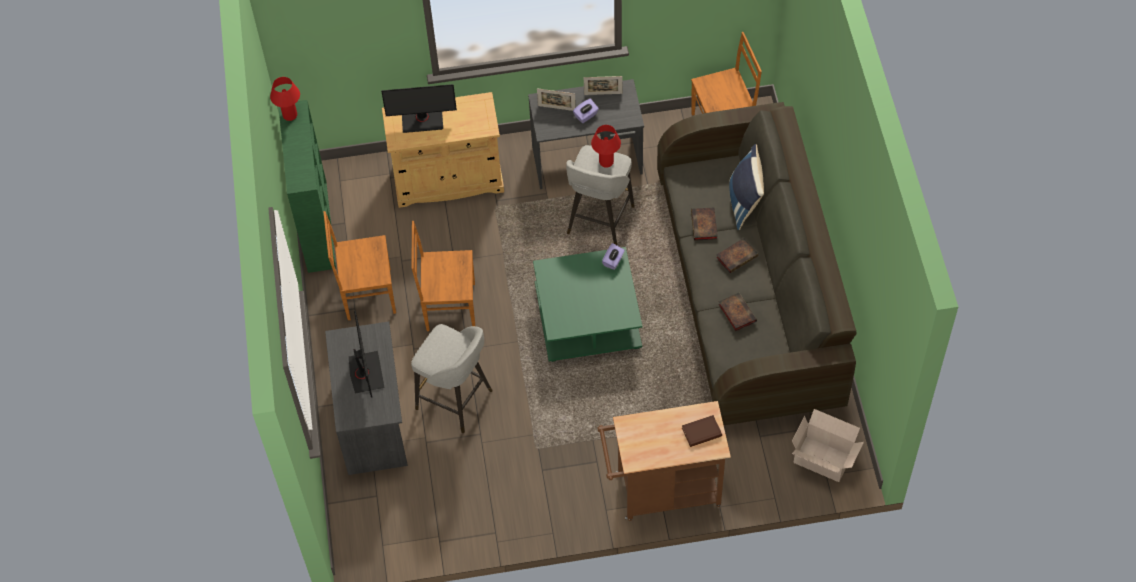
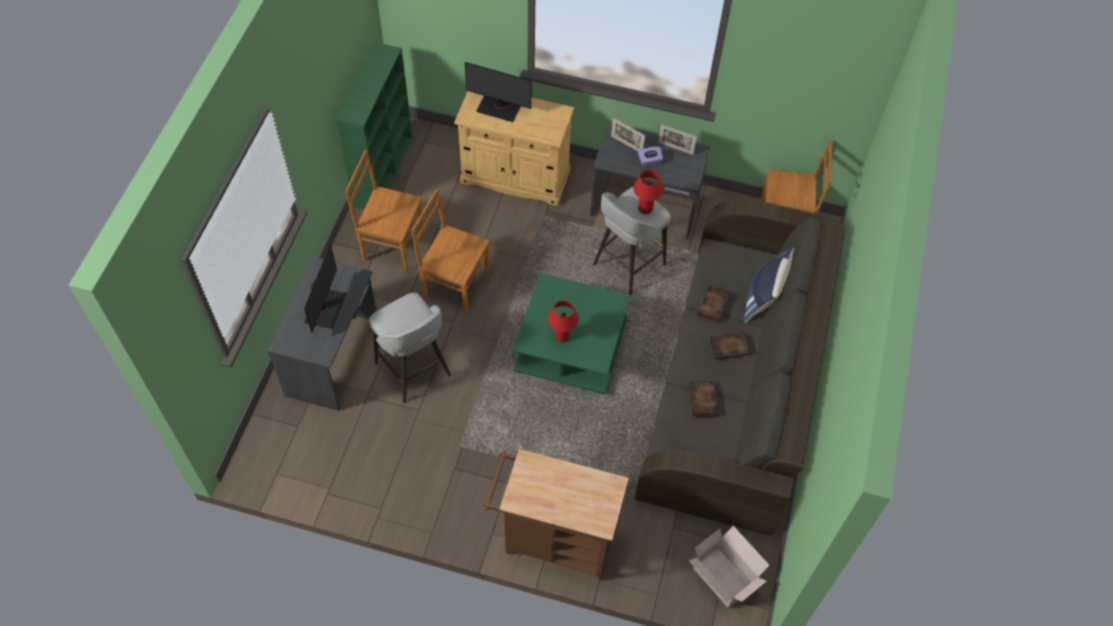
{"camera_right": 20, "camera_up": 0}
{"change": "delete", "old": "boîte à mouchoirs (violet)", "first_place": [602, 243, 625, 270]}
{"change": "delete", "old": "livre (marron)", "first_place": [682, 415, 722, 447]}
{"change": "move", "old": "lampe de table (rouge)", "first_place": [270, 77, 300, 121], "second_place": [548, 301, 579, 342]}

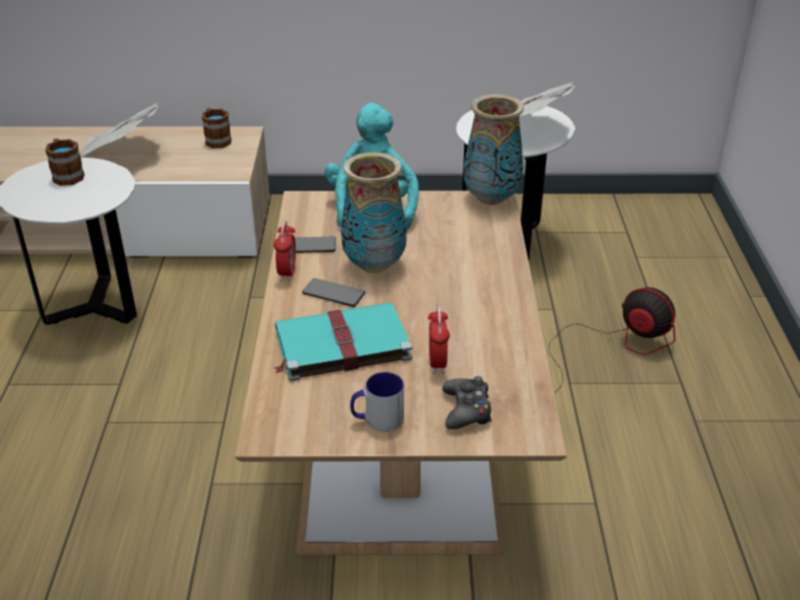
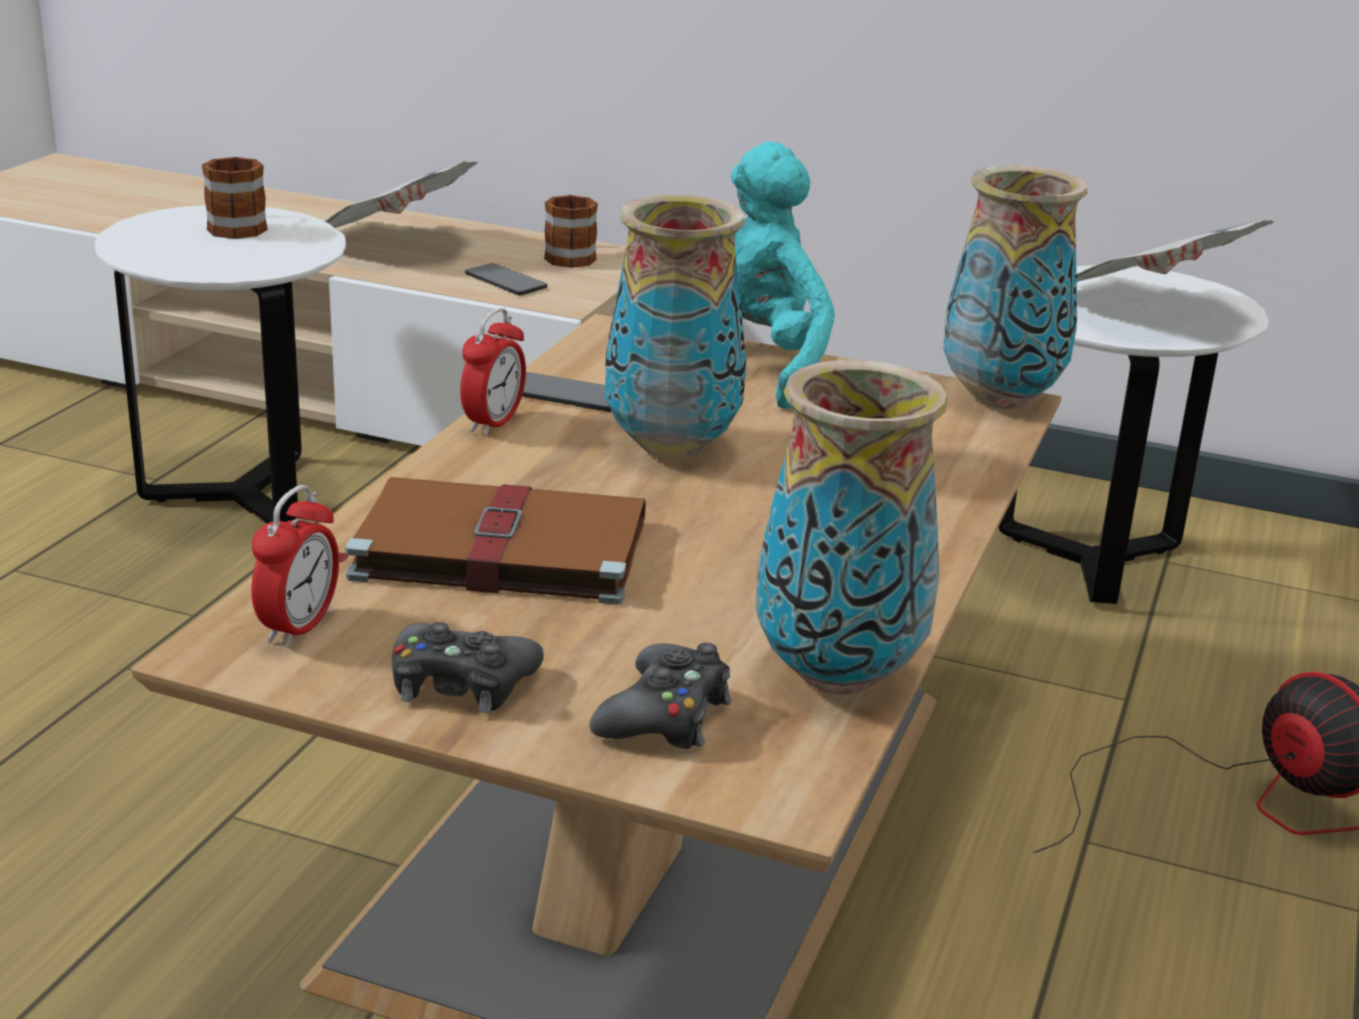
{"camera_right": 20, "camera_up": -10}
{"change": "insert", "new": "vase", "second_place": [756, 360, 948, 695]}
{"change": "move", "old": "téléphone", "first_place": [302, 278, 365, 307], "second_place": [465, 263, 548, 296]}
{"change": "move", "old": "réveil", "first_place": [428, 306, 450, 373], "second_place": [251, 485, 339, 647]}
{"change": "replace", "old": "mug", "new": "manette (noir)", "first_place": [350, 372, 404, 432], "second_place": [392, 622, 544, 713]}
{"change": "recolor", "old": "livre (turquoise)", "new": "livre (marron)", "first_place": [274, 302, 412, 381], "second_place": [339, 477, 646, 605]}

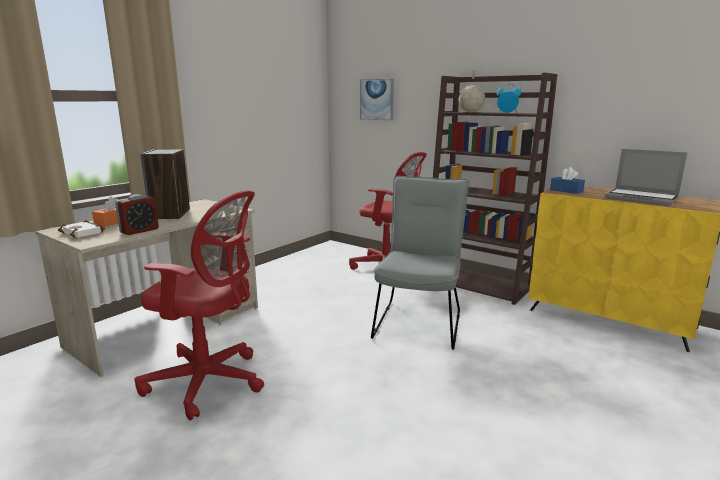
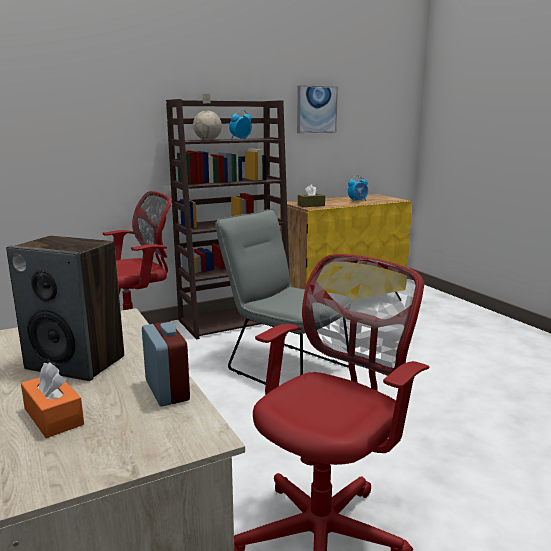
{"camera_right": -65, "camera_up": 0}
{"change": "delete", "old": "livre (blanc)", "first_place": [58, 220, 105, 238]}
{"change": "move", "old": "tableau", "first_place": [360, 79, 394, 120], "second_place": [297, 85, 338, 133]}
{"change": "replace", "old": "ordinateur portable", "new": "réveil", "first_place": [605, 149, 687, 206], "second_place": [348, 175, 368, 202]}
{"change": "recolor", "old": "boîte à mouchoirs (bleu)", "new": "boîte à mouchoirs (marron)", "first_place": [550, 167, 585, 194], "second_place": [298, 185, 325, 207]}

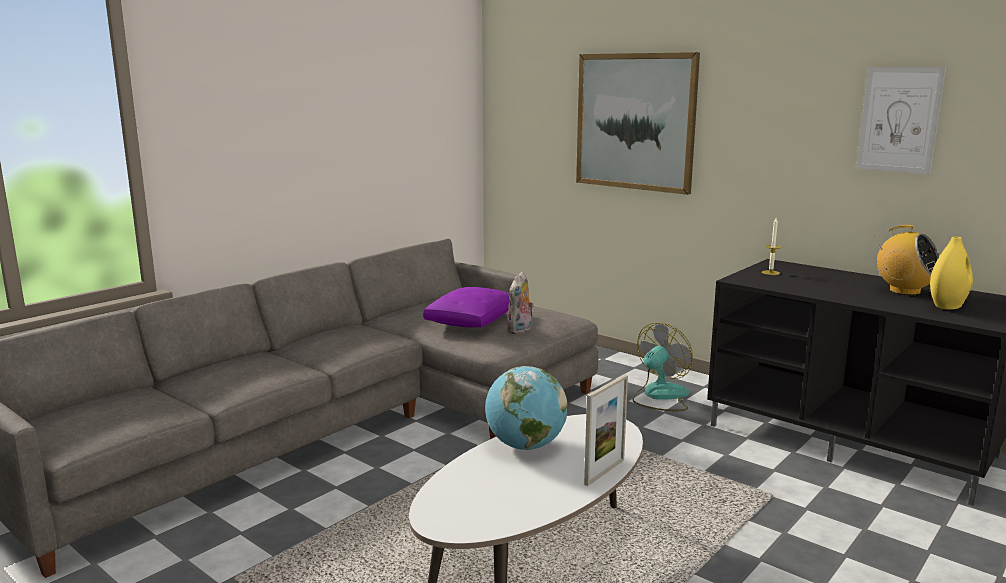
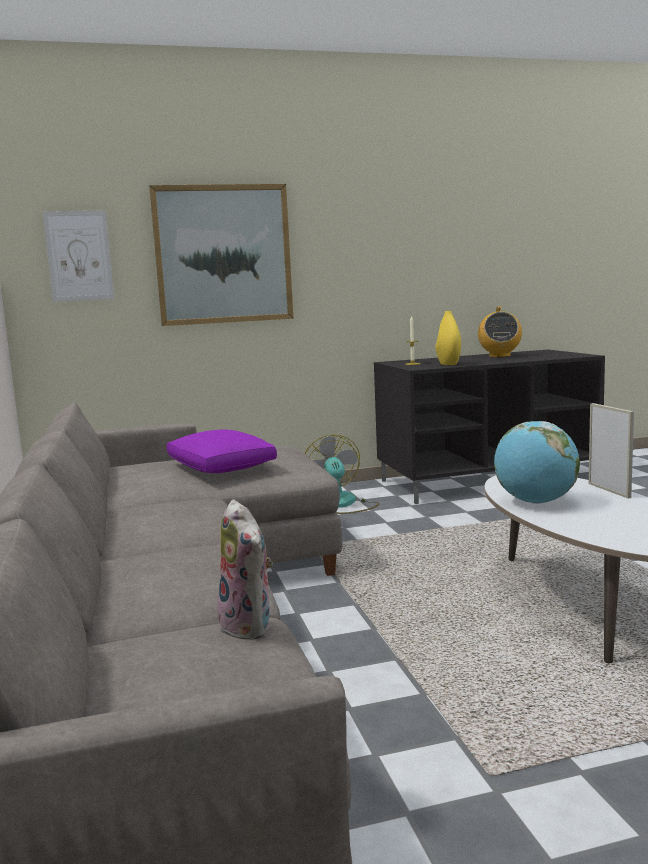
{"camera_right": -55, "camera_up": -5}
{"change": "move", "old": "peluche", "first_place": [507, 272, 534, 334], "second_place": [217, 500, 273, 639]}
{"change": "move", "old": "tableau", "first_place": [856, 67, 946, 174], "second_place": [43, 210, 114, 302]}
{"change": "move", "old": "vase (jaune)", "first_place": [930, 237, 973, 310], "second_place": [435, 311, 461, 365]}
{"change": "rotate", "old": "radio", "first_place": [875, 225, 940, 295], "second_place": [478, 306, 522, 358], "degrees": 105}

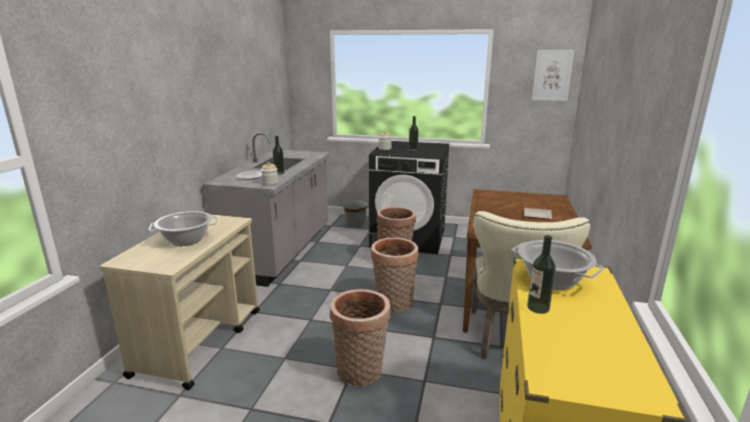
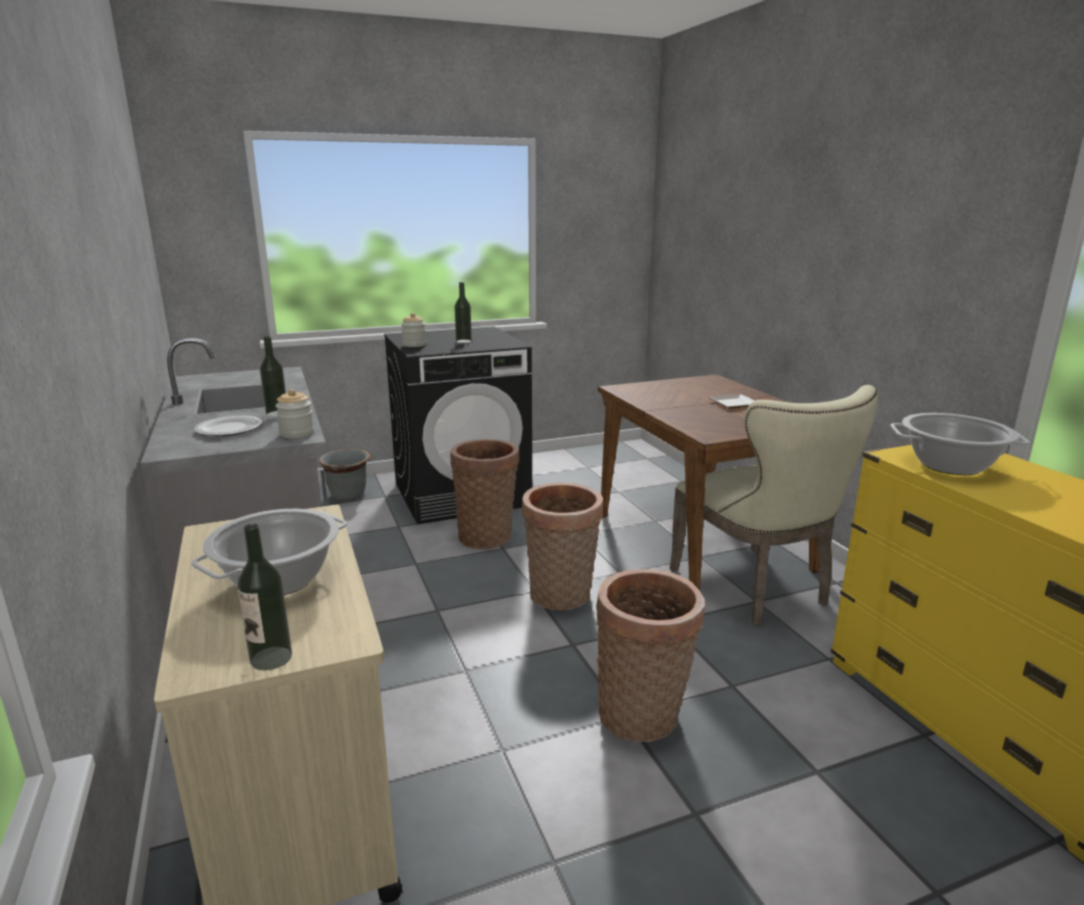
{"camera_right": -35, "camera_up": 0}
{"change": "delete", "old": "tableau", "first_place": [532, 50, 574, 101]}
{"change": "move", "old": "bouteille", "first_place": [527, 235, 556, 314], "second_place": [237, 524, 292, 671]}

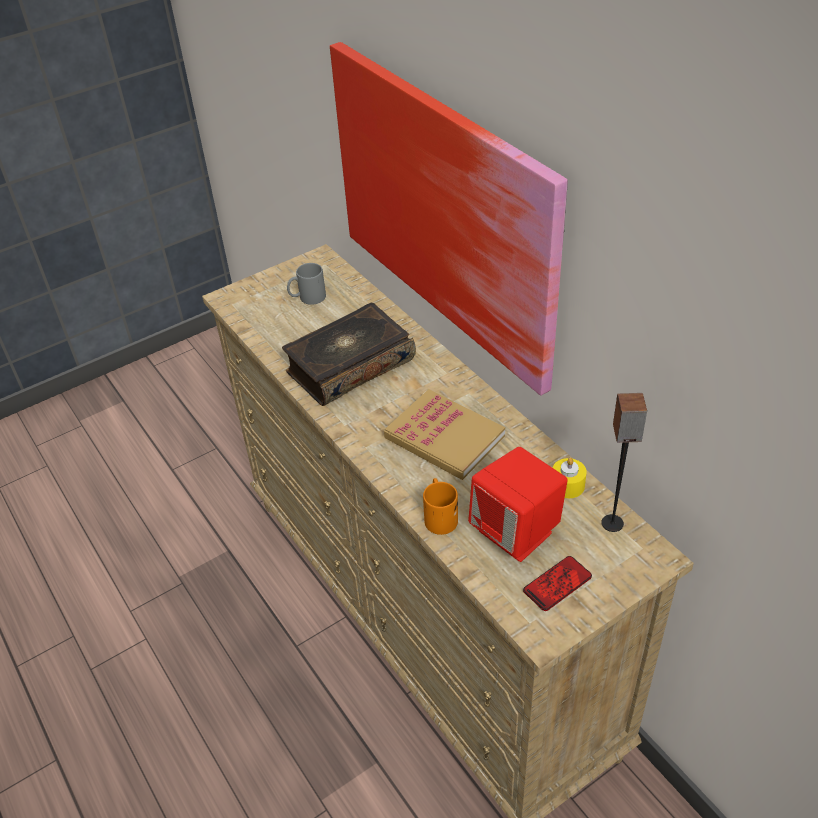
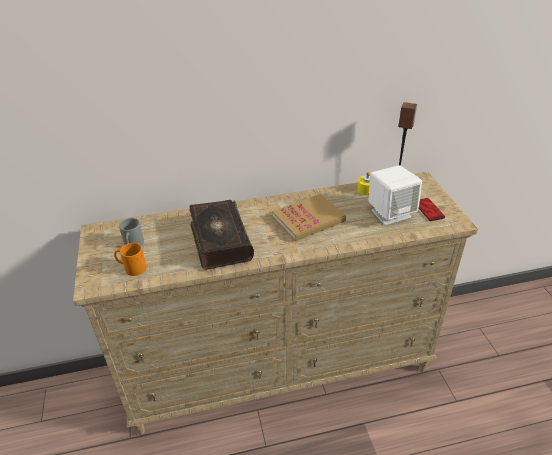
{"camera_right": -70, "camera_up": -5}
{"change": "delete", "old": "tableau", "first_place": [330, 42, 568, 395]}
{"change": "move", "old": "mug (orange)", "first_place": [423, 478, 458, 535], "second_place": [114, 243, 147, 276]}
{"change": "recolor", "old": "enceinte (rouge)", "new": "enceinte (blanc)", "first_place": [468, 447, 568, 562], "second_place": [369, 165, 422, 225]}

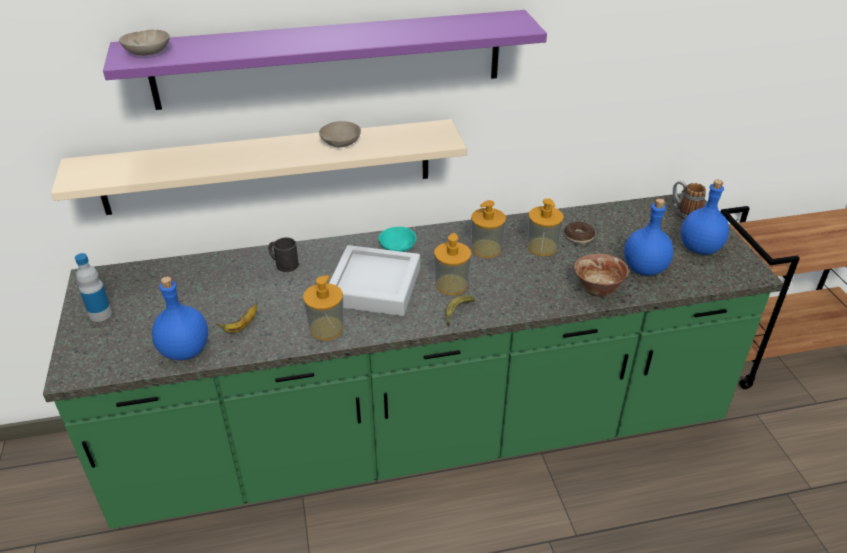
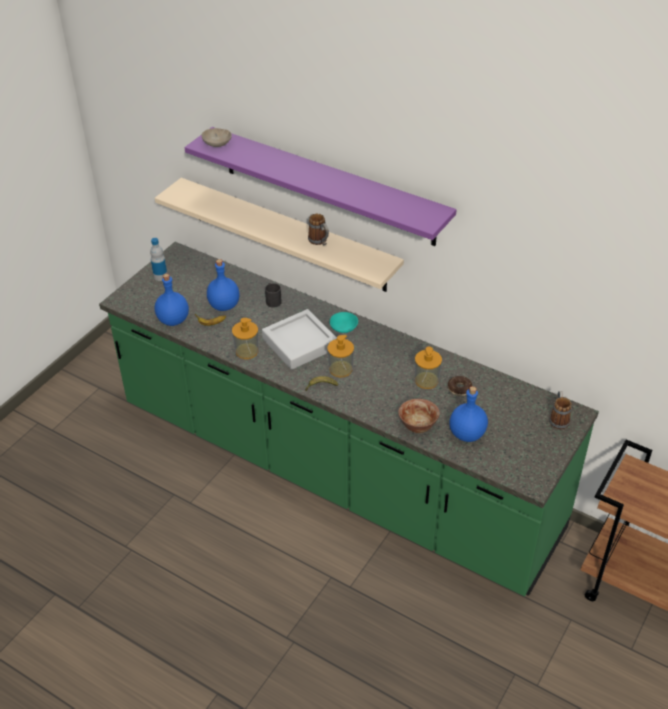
{"camera_right": 45, "camera_up": 5}
{"change": "delete", "old": "distributeur de savon", "first_place": [471, 200, 506, 258]}
{"change": "move", "old": "bouteille (bleu)", "first_place": [681, 180, 729, 255], "second_place": [207, 259, 240, 311]}
{"change": "replace", "old": "bol (beige)", "new": "mug", "first_place": [319, 121, 361, 148], "second_place": [308, 213, 329, 245]}

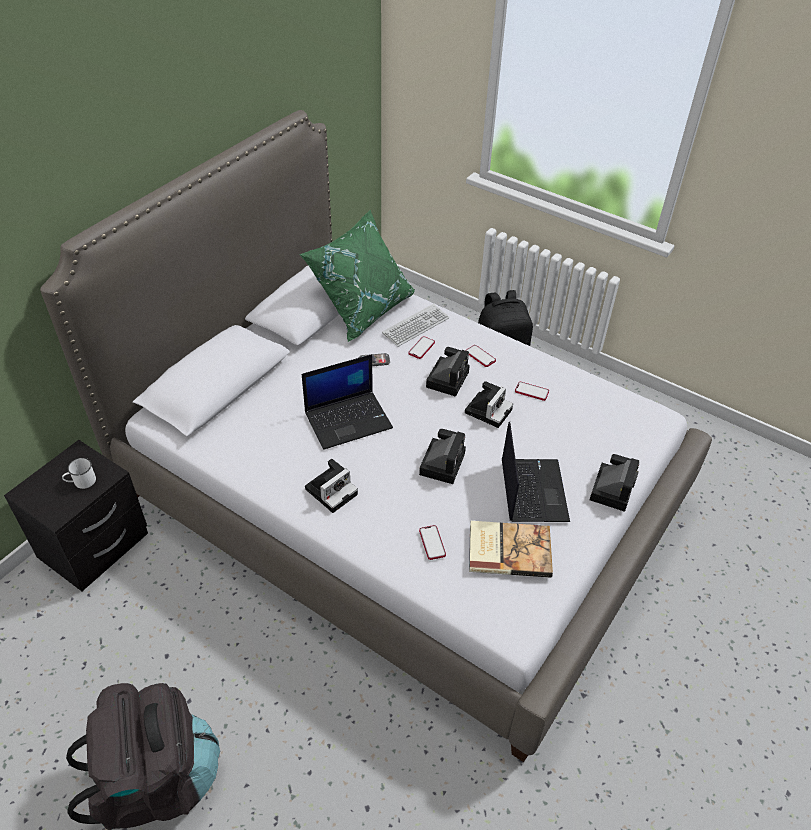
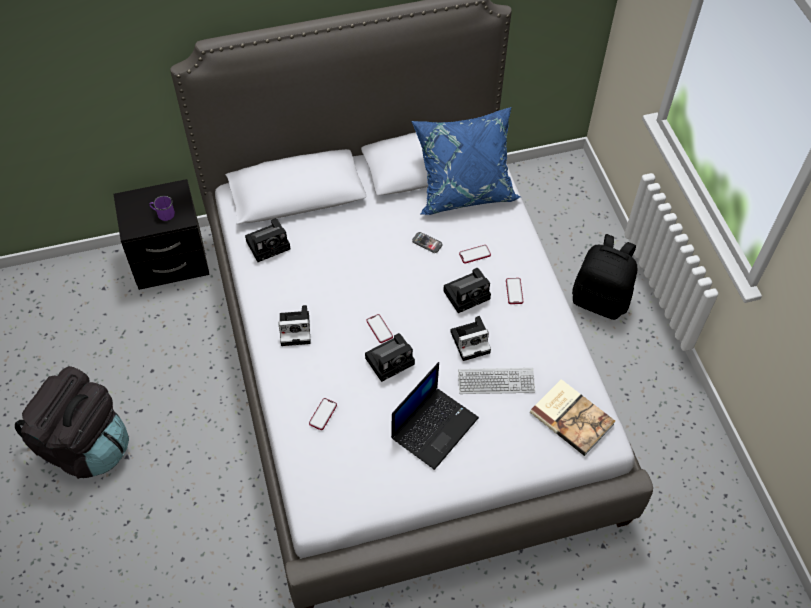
{"camera_right": 40, "camera_up": 10}
{"change": "delete", "old": "ordinateur portable", "first_place": [302, 354, 393, 450]}
{"change": "move", "old": "clavier", "first_place": [382, 304, 449, 347], "second_place": [458, 368, 535, 394]}
{"change": "move", "old": "livre", "first_place": [469, 521, 553, 578], "second_place": [530, 379, 615, 456]}
{"change": "move", "old": "téléphone", "first_place": [515, 382, 549, 401], "second_place": [367, 314, 393, 343]}
{"change": "move", "old": "appareil photo", "first_place": [590, 454, 639, 512], "second_place": [245, 218, 291, 262]}
{"change": "recolor", "old": "mug (blanc)", "new": "mug (violet)", "first_place": [62, 458, 96, 489], "second_place": [149, 196, 175, 221]}
{"change": "recolor", "old": "coussin (vert)", "new": "coussin (bleu)", "first_place": [299, 210, 415, 342], "second_place": [411, 107, 521, 215]}

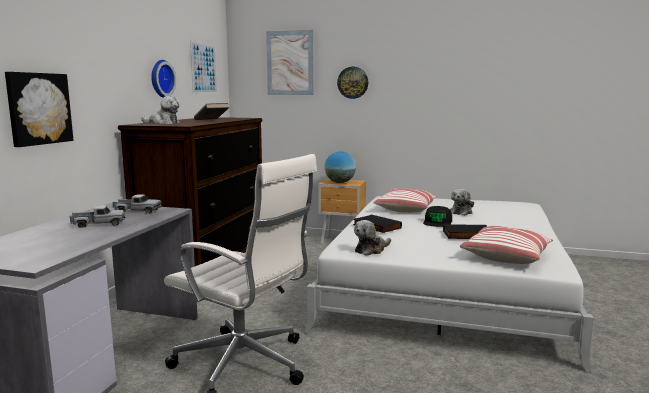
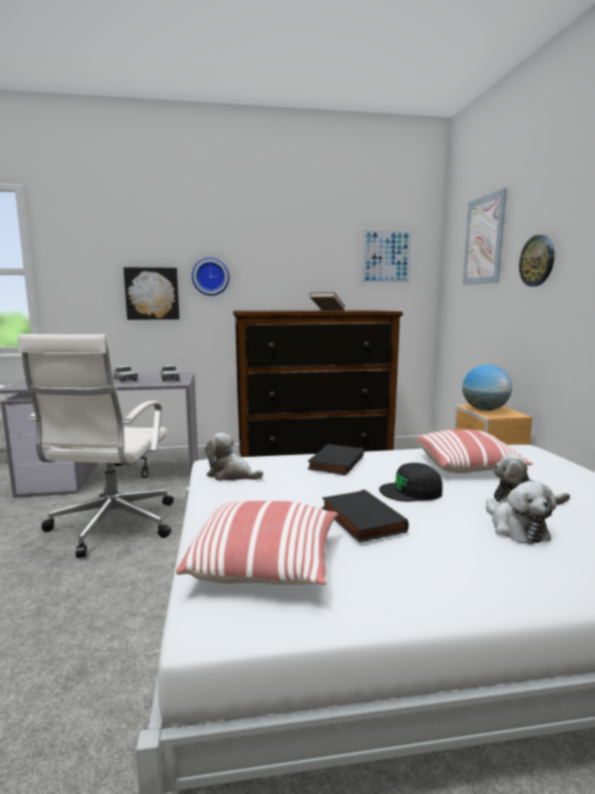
{"camera_right": 65, "camera_up": 0}
{"change": "move", "old": "peluche", "first_place": [141, 96, 180, 124], "second_place": [486, 481, 557, 544]}
{"change": "move", "old": "horloge murale", "first_place": [151, 60, 176, 98], "second_place": [192, 258, 229, 296]}

